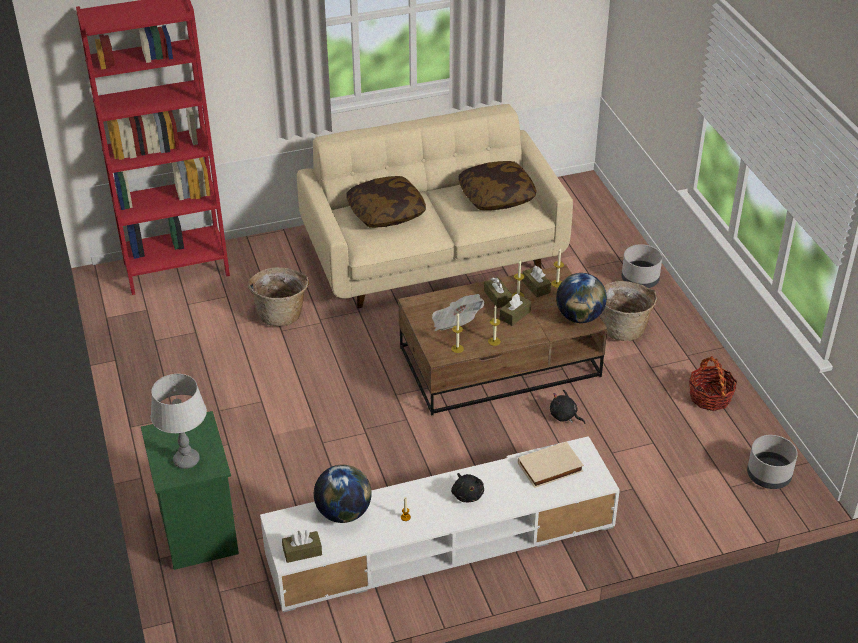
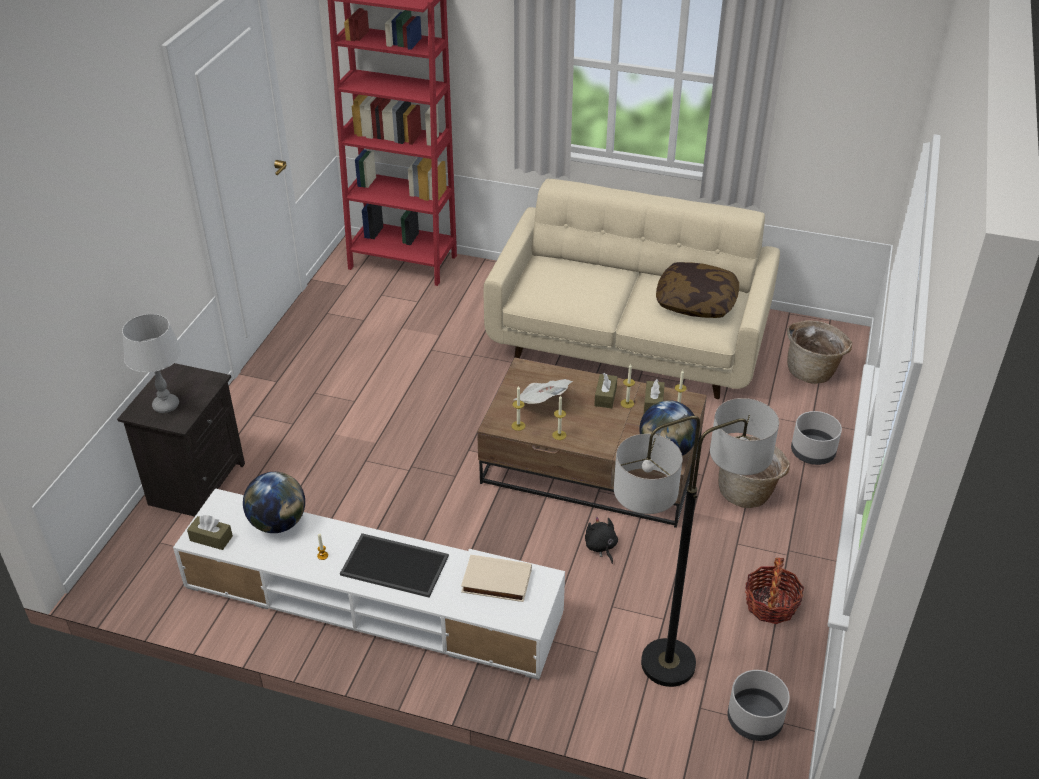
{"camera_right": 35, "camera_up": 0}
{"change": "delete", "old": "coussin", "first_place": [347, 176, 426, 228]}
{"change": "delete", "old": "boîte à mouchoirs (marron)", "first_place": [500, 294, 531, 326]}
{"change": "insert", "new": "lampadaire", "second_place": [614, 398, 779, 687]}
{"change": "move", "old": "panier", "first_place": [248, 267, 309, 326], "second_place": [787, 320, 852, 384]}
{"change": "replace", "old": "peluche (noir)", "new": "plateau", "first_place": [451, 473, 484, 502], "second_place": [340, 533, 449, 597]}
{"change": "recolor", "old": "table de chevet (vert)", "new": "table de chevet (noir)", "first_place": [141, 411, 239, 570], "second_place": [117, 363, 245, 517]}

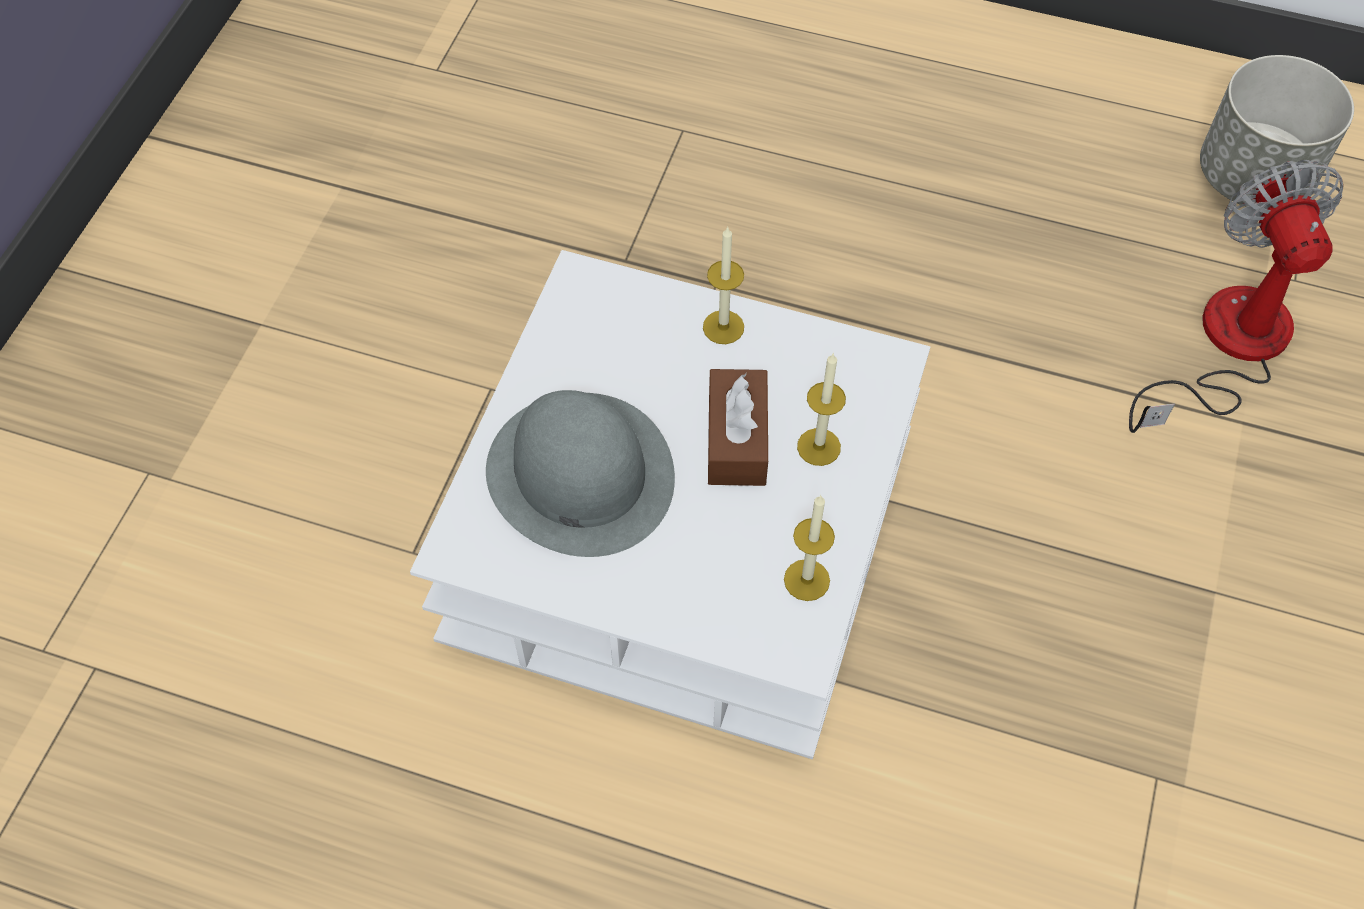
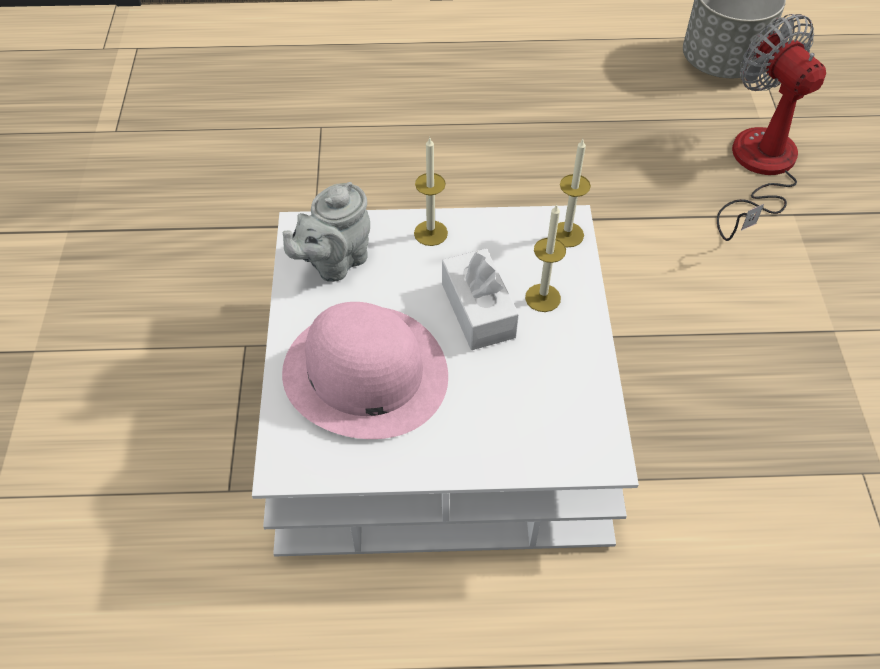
{"camera_right": -20, "camera_up": -5}
{"change": "insert", "new": "théière (gris)", "second_place": [283, 182, 370, 282]}
{"change": "move", "old": "bougie", "first_place": [784, 495, 835, 601], "second_place": [556, 139, 591, 247]}
{"change": "recolor", "old": "chapeau (gris)", "new": "chapeau (rose)", "first_place": [486, 390, 675, 557], "second_place": [282, 302, 448, 439]}
{"change": "recolor", "old": "boîte à mouchoirs (marron)", "new": "boîte à mouchoirs (blanc)", "first_place": [708, 369, 768, 486], "second_place": [442, 248, 519, 350]}

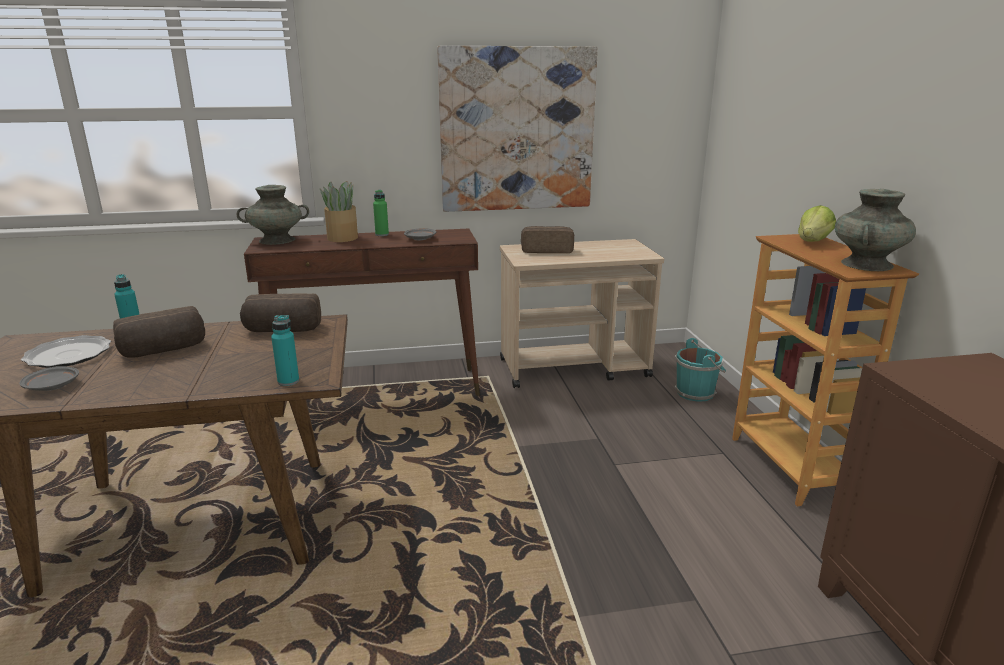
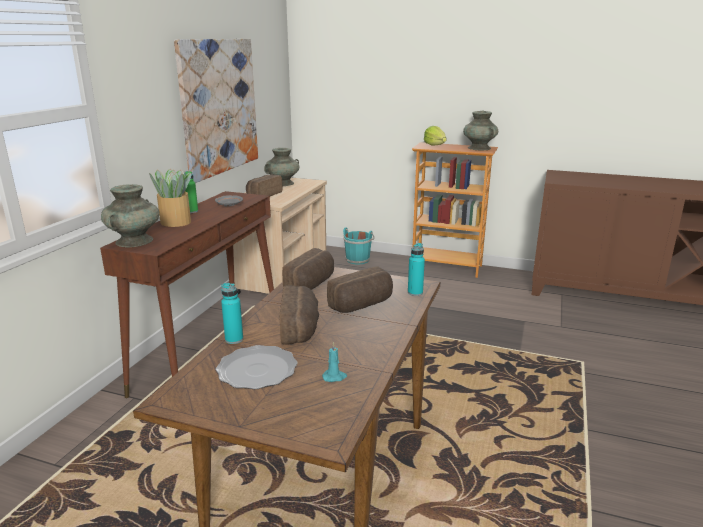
{"camera_right": -60, "camera_up": 0}
{"change": "insert", "new": "vase (turquoise)", "second_place": [264, 148, 300, 186]}
{"change": "insert", "new": "pain", "second_place": [327, 266, 393, 313]}
{"change": "replace", "old": "assiette (gris)", "new": "bougie (turquoise)", "first_place": [19, 366, 79, 391], "second_place": [322, 342, 347, 382]}

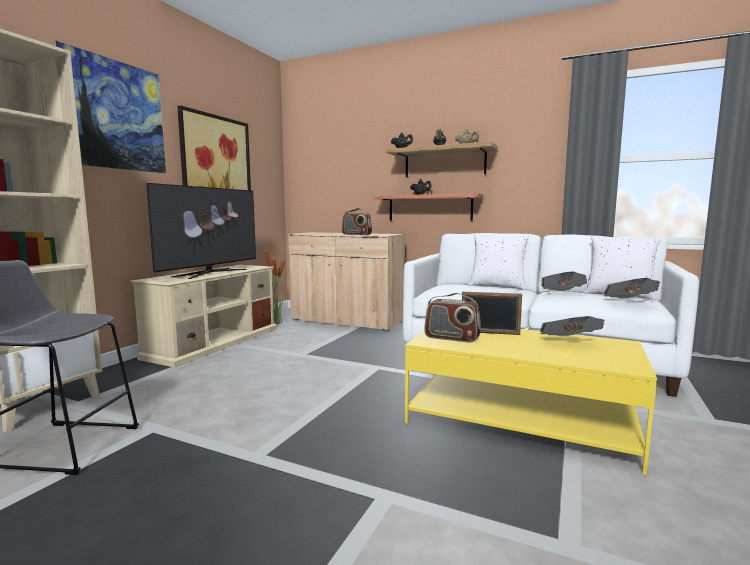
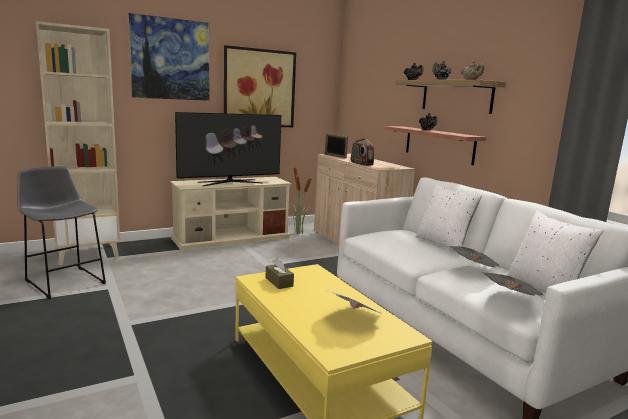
{"camera_right": 35, "camera_up": 5}
{"change": "move", "old": "cadre photo", "first_place": [462, 292, 522, 335], "second_place": [325, 134, 348, 158]}
{"change": "replace", "old": "radio", "new": "boîte à mouchoirs (marron)", "first_place": [424, 293, 481, 342], "second_place": [266, 257, 294, 289]}

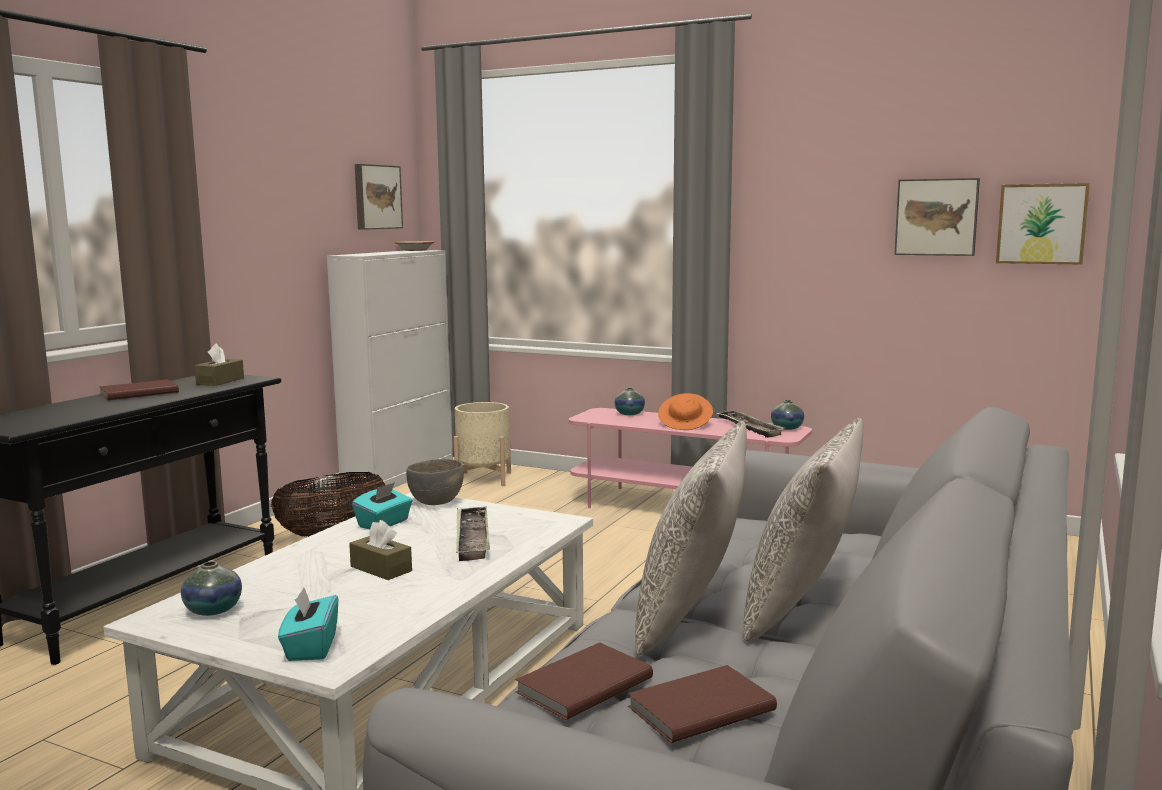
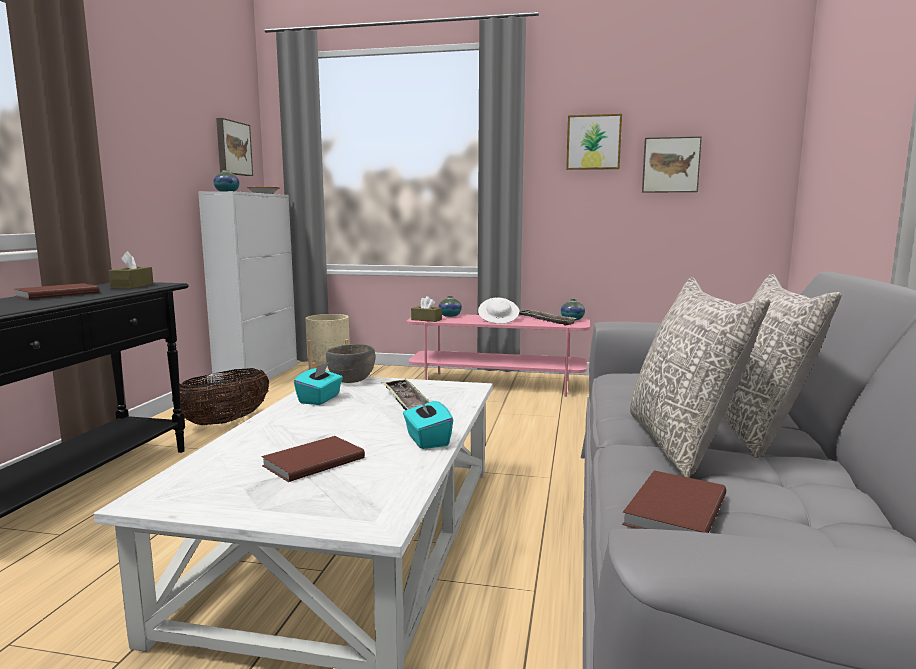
{"camera_right": -15, "camera_up": 0}
{"change": "move", "old": "vase", "first_place": [181, 561, 242, 616], "second_place": [213, 170, 240, 191]}
{"change": "move", "old": "boîte à mouchoirs (turquoise)", "first_place": [278, 587, 338, 661], "second_place": [403, 396, 453, 449]}
{"change": "move", "old": "boîte à mouchoirs (marron)", "first_place": [349, 520, 412, 580], "second_place": [411, 296, 442, 322]}
{"change": "move", "old": "livre (marron)", "first_place": [628, 665, 777, 743], "second_place": [261, 436, 365, 482]}
{"change": "move", "old": "tableau", "first_place": [996, 183, 1090, 265], "second_place": [566, 114, 622, 170]}
{"change": "recolor", "old": "chapeau (orange)", "new": "chapeau (blanc)", "first_place": [658, 393, 713, 430], "second_place": [478, 298, 519, 324]}

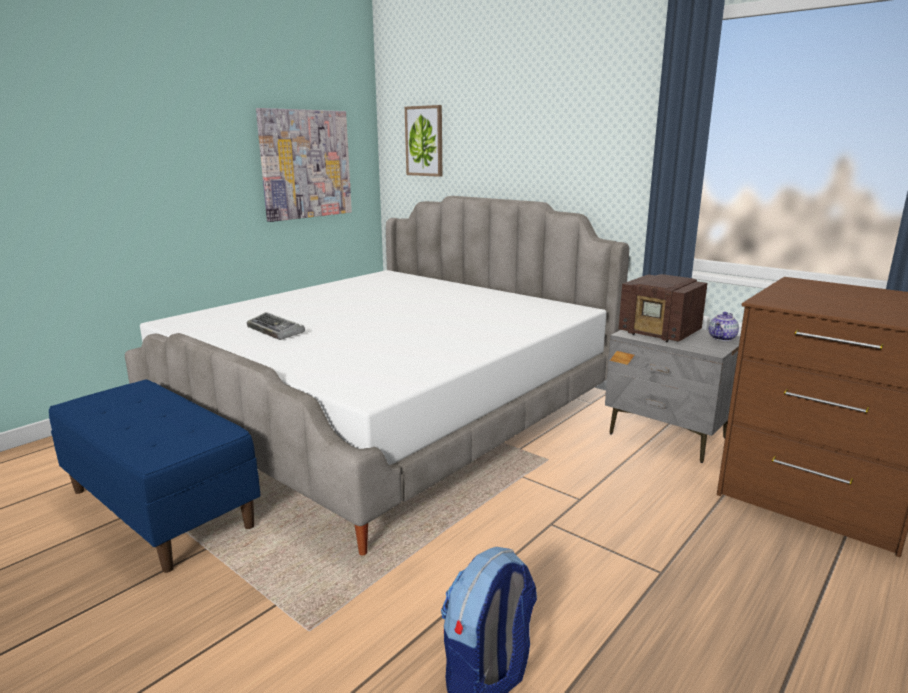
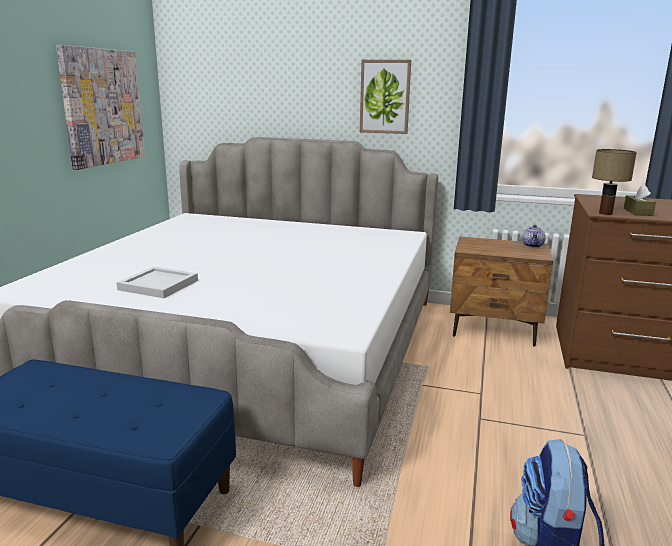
{"camera_right": -25, "camera_up": 0}
{"change": "delete", "old": "radio", "first_place": [619, 274, 708, 342]}
{"change": "insert", "new": "lampe de table", "second_place": [592, 149, 637, 215]}
{"change": "insert", "new": "boîte à mouchoirs (marron)", "second_place": [624, 185, 656, 216]}
{"change": "move", "old": "tableau", "first_place": [405, 105, 442, 177], "second_place": [360, 60, 411, 134]}
{"change": "replace", "old": "clavier", "new": "plateau (blanc)", "first_place": [247, 312, 305, 340], "second_place": [116, 267, 198, 298]}
{"change": "recolor", "old": "table de chevet (gris)", "new": "table de chevet (marron)", "first_place": [605, 329, 740, 463], "second_place": [450, 237, 553, 347]}

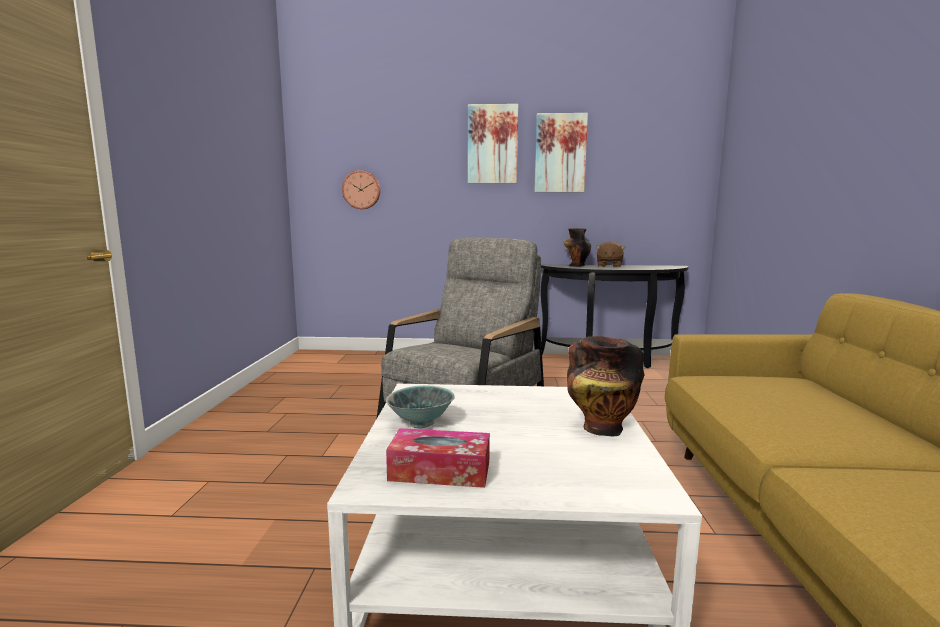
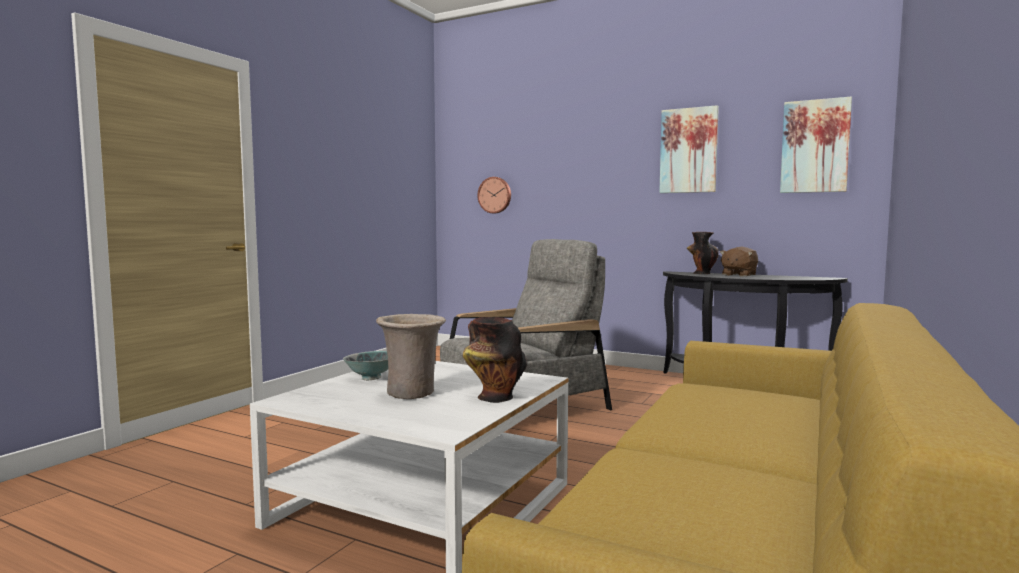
{"camera_right": 25, "camera_up": -5}
{"change": "delete", "old": "boîte à mouchoirs", "first_place": [386, 428, 490, 488]}
{"change": "insert", "new": "vase (beige)", "second_place": [376, 314, 446, 399]}
{"change": "move", "old": "tableau", "first_place": [468, 104, 518, 183], "second_place": [780, 96, 852, 193]}

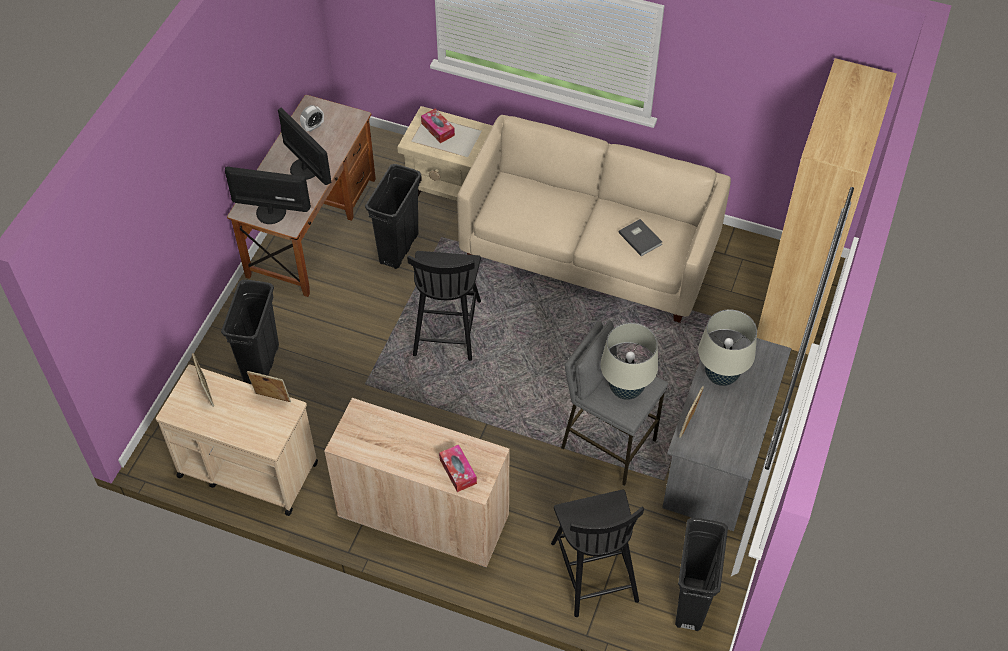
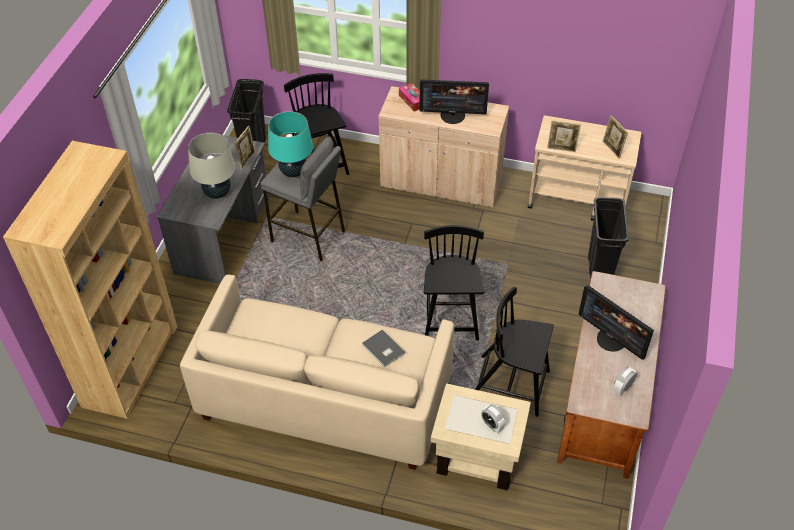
{"camera_right": 175, "camera_up": -5}
{"change": "move", "old": "écran d'ordinateur", "first_place": [225, 167, 311, 224], "second_place": [419, 79, 489, 124]}
{"change": "move", "old": "livre (gris)", "first_place": [619, 219, 662, 256], "second_place": [362, 330, 405, 368]}
{"change": "replace", "old": "poubelle (noir)", "new": "chaise (noir)", "first_place": [365, 164, 421, 269], "second_place": [474, 286, 554, 417]}
{"change": "replace", "old": "boîte à mouchoirs", "new": "réveil", "first_place": [421, 109, 455, 143], "second_place": [481, 405, 505, 433]}
{"change": "recolor", "old": "lampe de table (beige)", "new": "lampe de table (turquoise)", "first_place": [600, 323, 658, 400], "second_place": [268, 111, 313, 177]}

